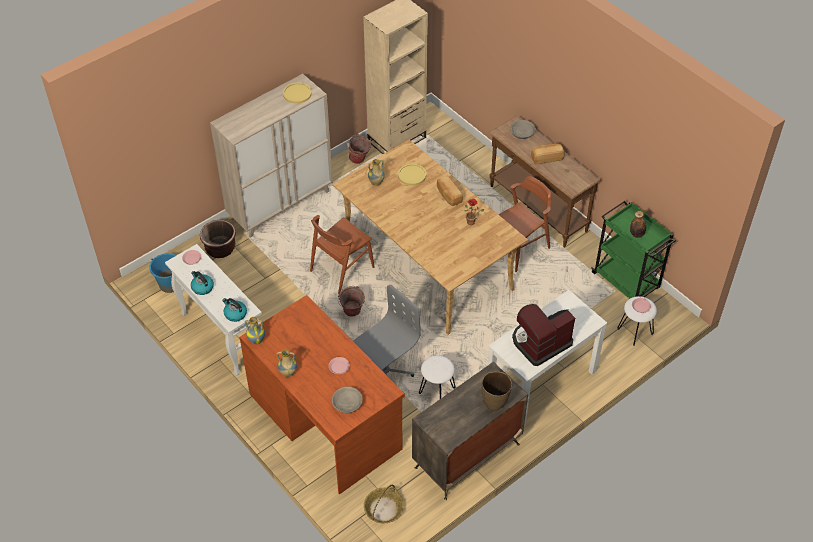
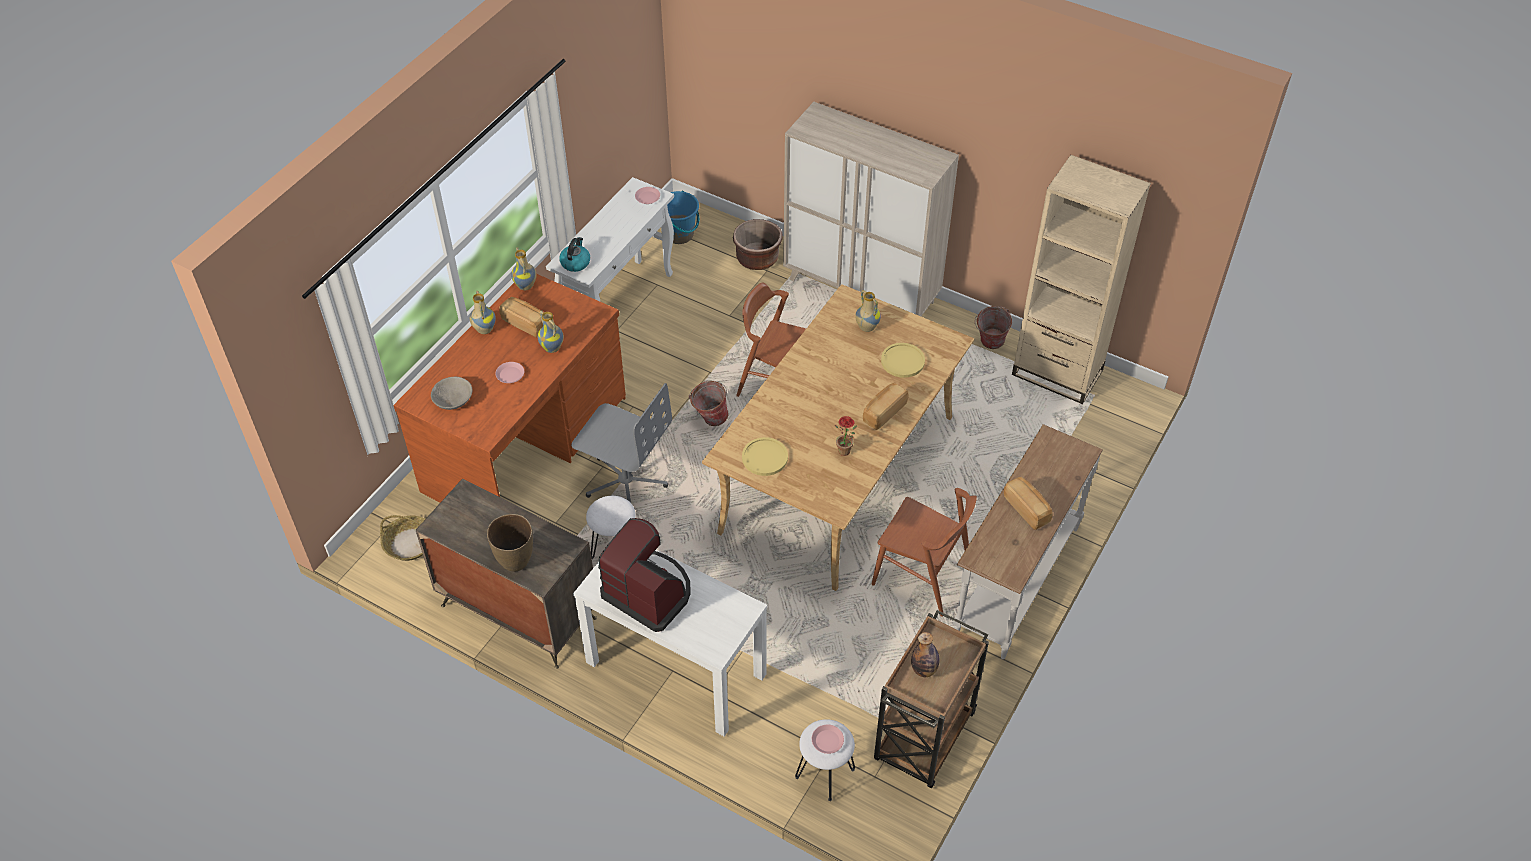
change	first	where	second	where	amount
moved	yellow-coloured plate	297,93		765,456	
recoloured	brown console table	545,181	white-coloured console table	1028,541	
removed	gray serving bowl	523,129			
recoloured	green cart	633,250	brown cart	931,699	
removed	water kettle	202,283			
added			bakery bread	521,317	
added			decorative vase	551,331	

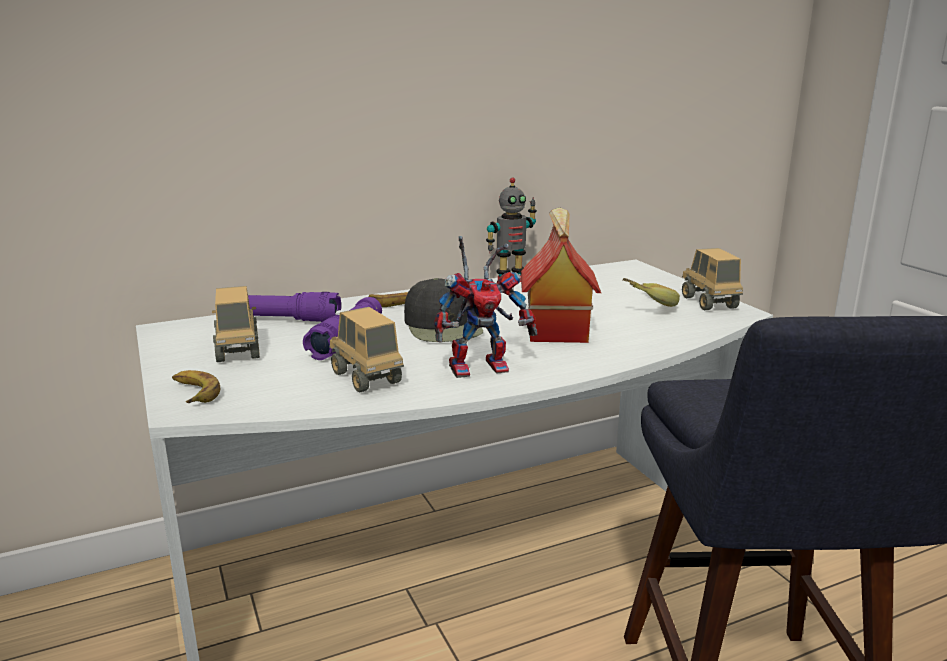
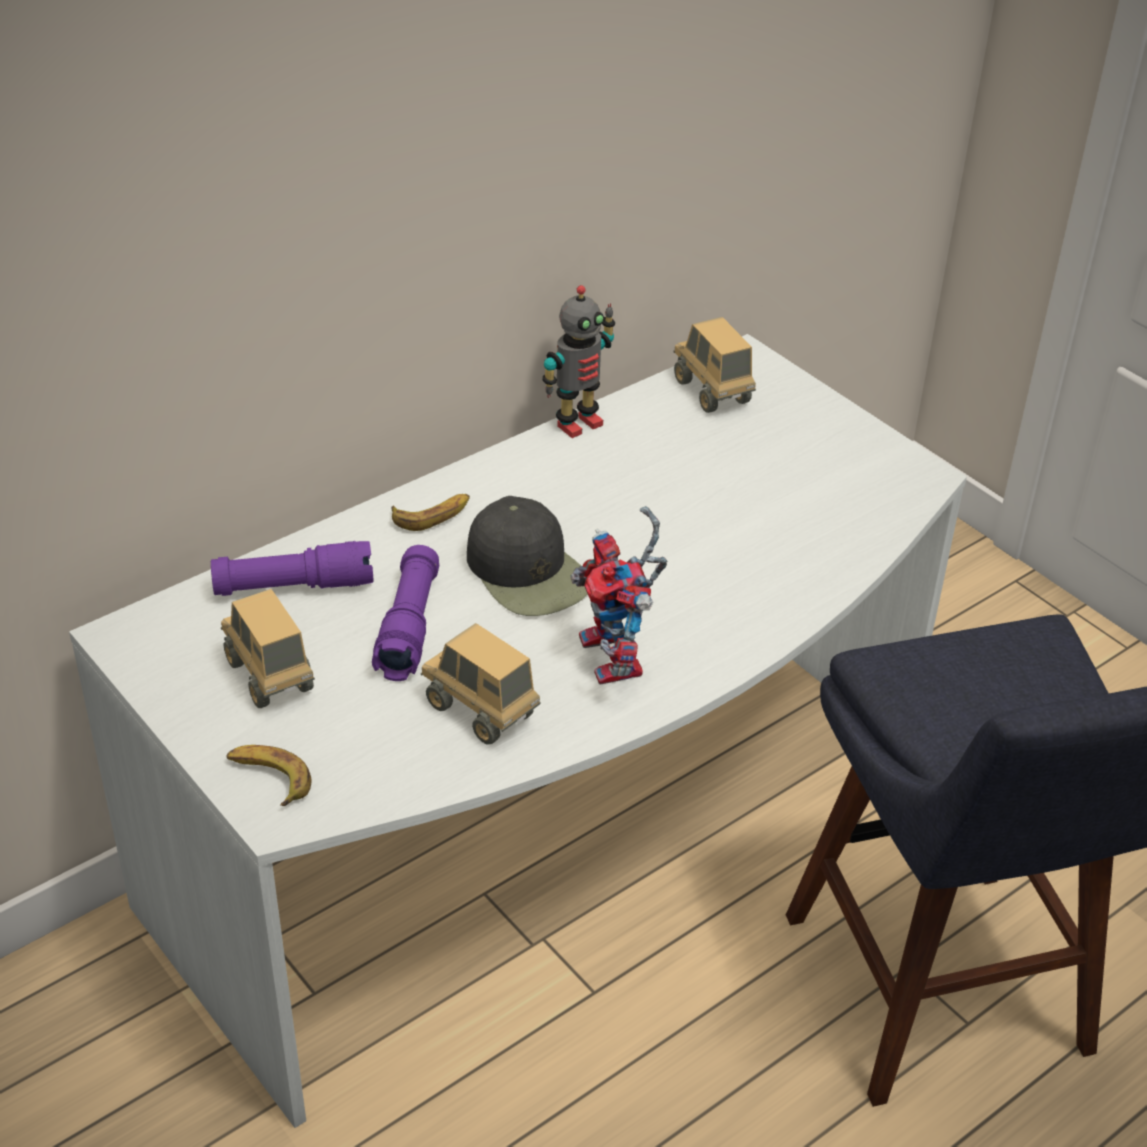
change	first	where	second	where	amount
removed	toy house	561,275			
turned	toy robot	485,307		618,595	105 degrees clockwise
moved	toy lorry	712,279		714,365	
removed	banana	651,292			

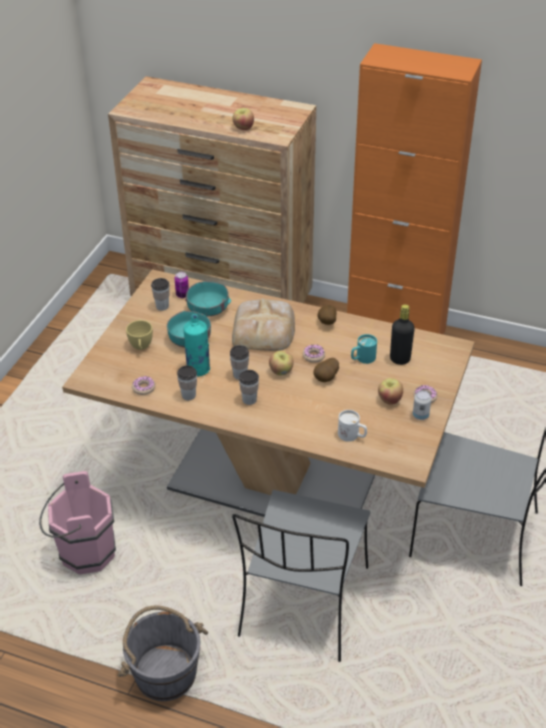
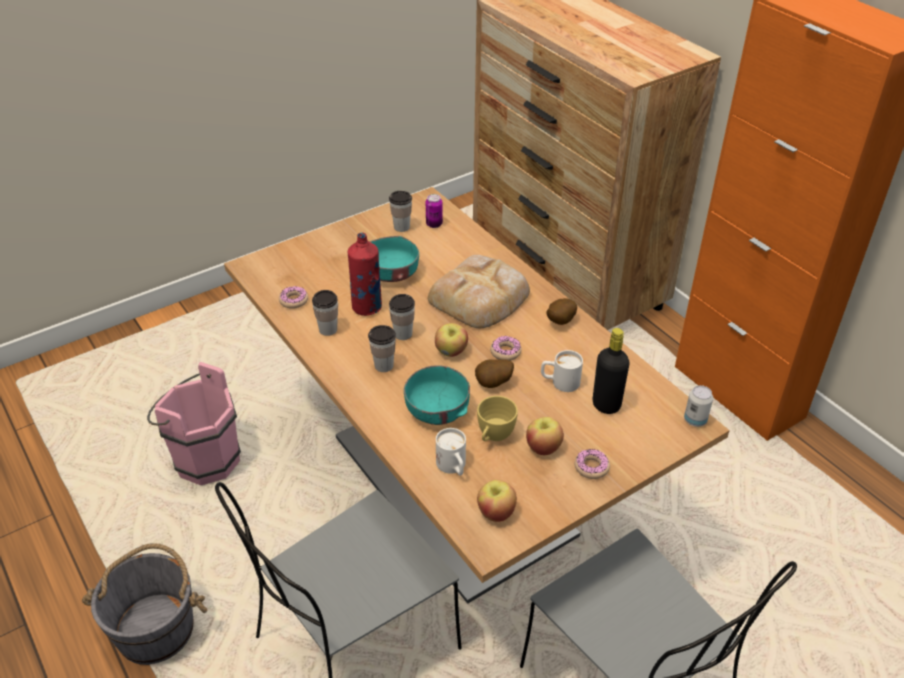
change	first	where	second	where	amount
moved	apple	243,119		497,501	
moved	turquoise-coloured serving bowl	208,298		437,395	
recoloured	turquoise-coloured drink bottle	196,345	red-coloured drink bottle	365,274	
moved	yellow-coloured cup	139,335		497,418	
recoloured	turquoise-coloured coffee mug	364,349	white-coloured coffee mug	562,371	
moved	can	422,405		698,406	

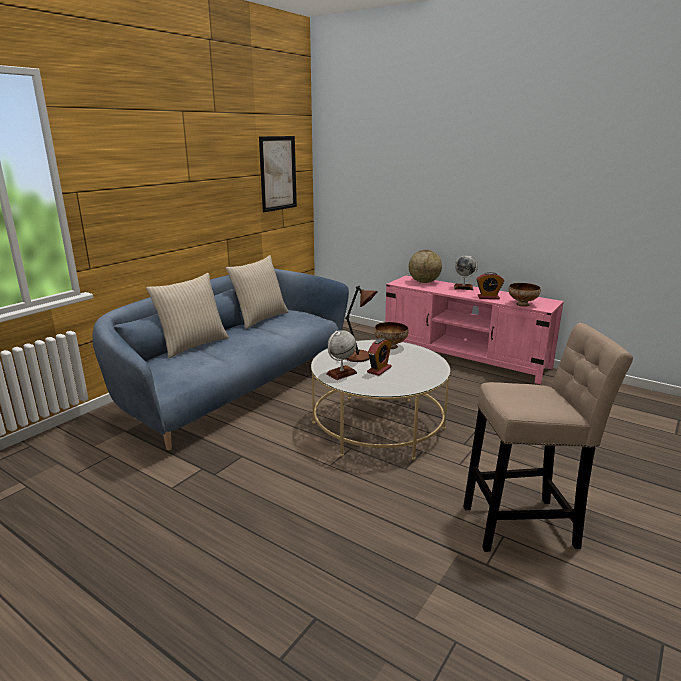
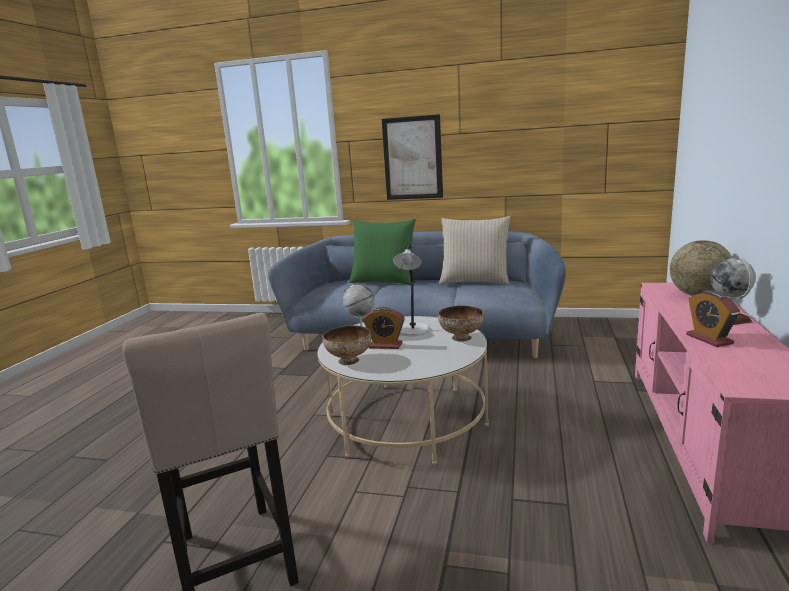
change	first	where	second	where	amount
moved	wall picture	278,174		412,157	
recoloured	beige-coloured pillow	187,315	green pillow	382,252	
moved	serving bowl	525,295		347,345	
recoloured	brown lamp for a table	361,324	gray lamp for a table	411,290	

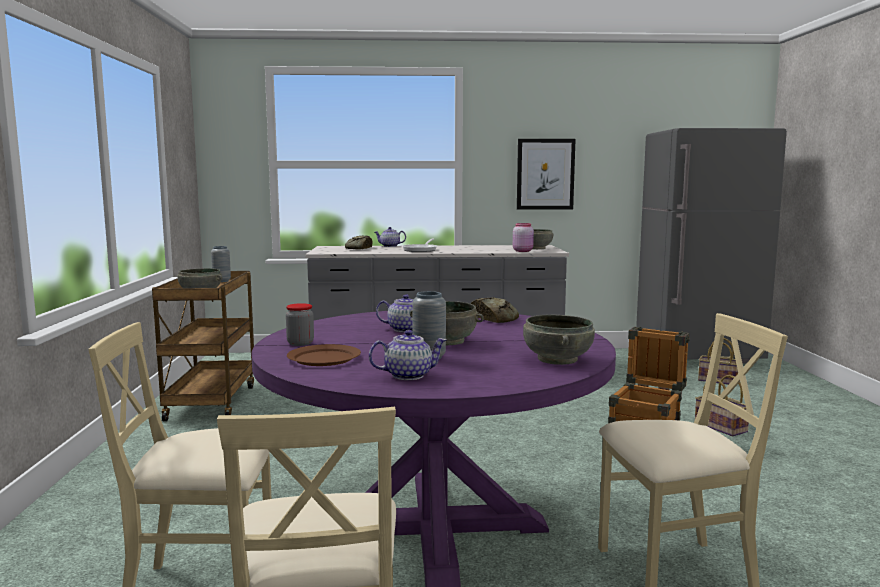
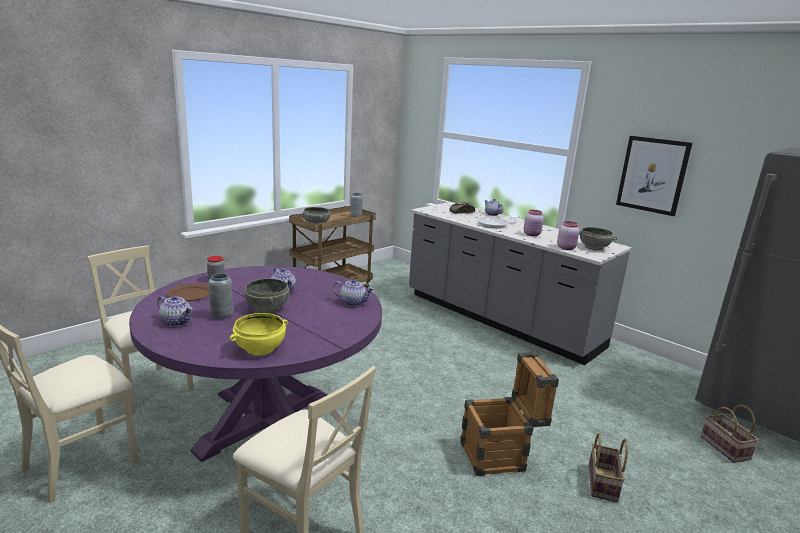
change	first	where	second	where	amount
replaced	bakery bread	494,310	tea pot	353,292	
recoloured	gray serving bowl	559,339	yellow-coloured serving bowl	259,334	
added			pink storage jar	533,223	

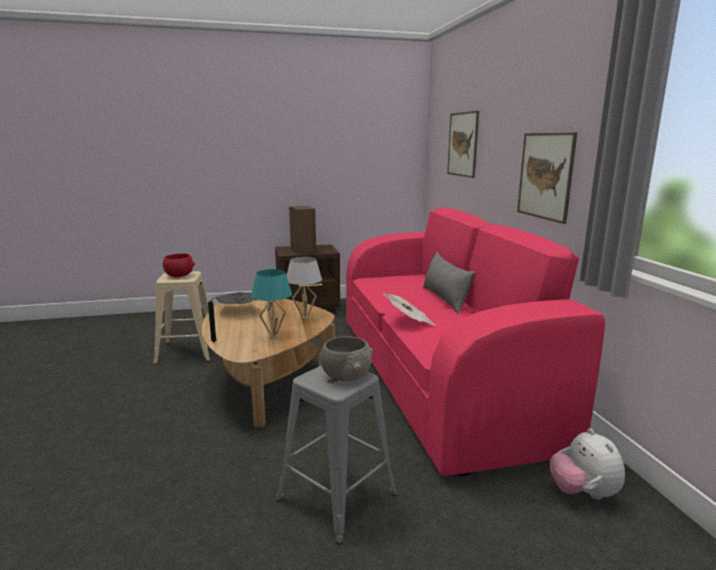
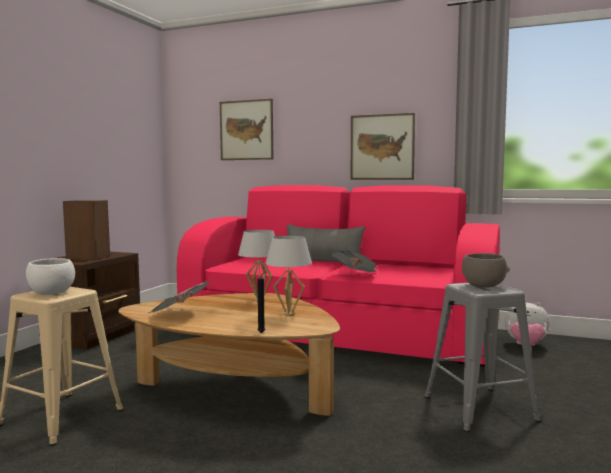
change	first	where	second	where	amount
recoloured	red-coloured serving bowl	179,265	white-coloured serving bowl	50,276	
recoloured	turquoise-coloured lamp for a table	271,303	white-coloured lamp for a table	288,275	

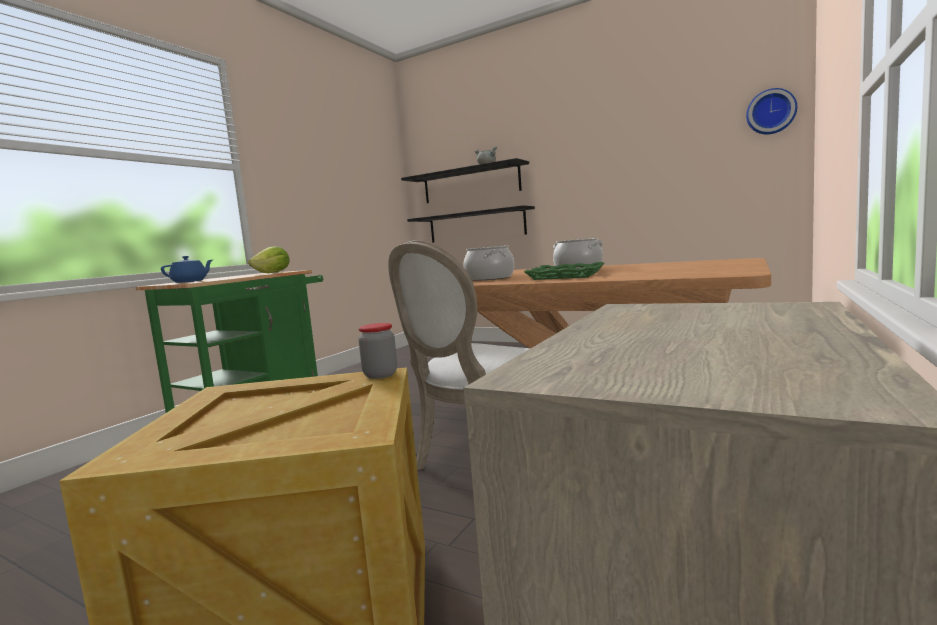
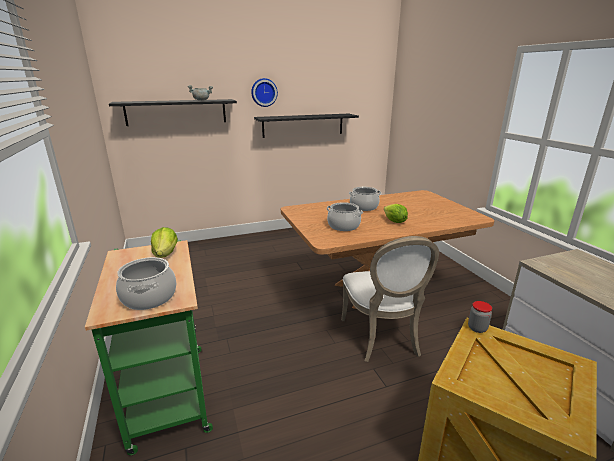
change	first	where	second	where	amount
moved	wall clock	771,111		264,92	
moved	black-coloured shelf	471,224		306,126	
replaced	bluish tea pot	187,269	cooking pot	146,283	
replaced	green carrying tray	564,271	lettuce	396,213	

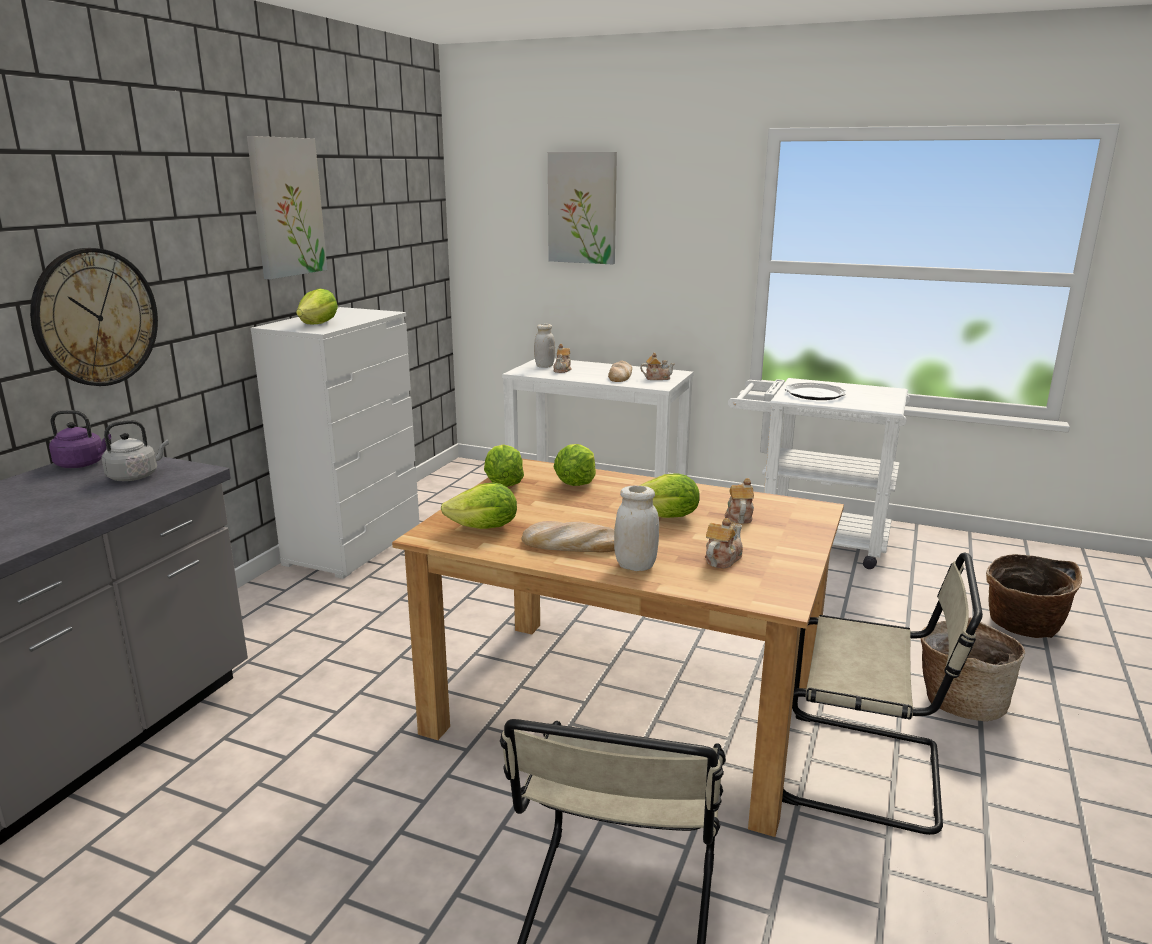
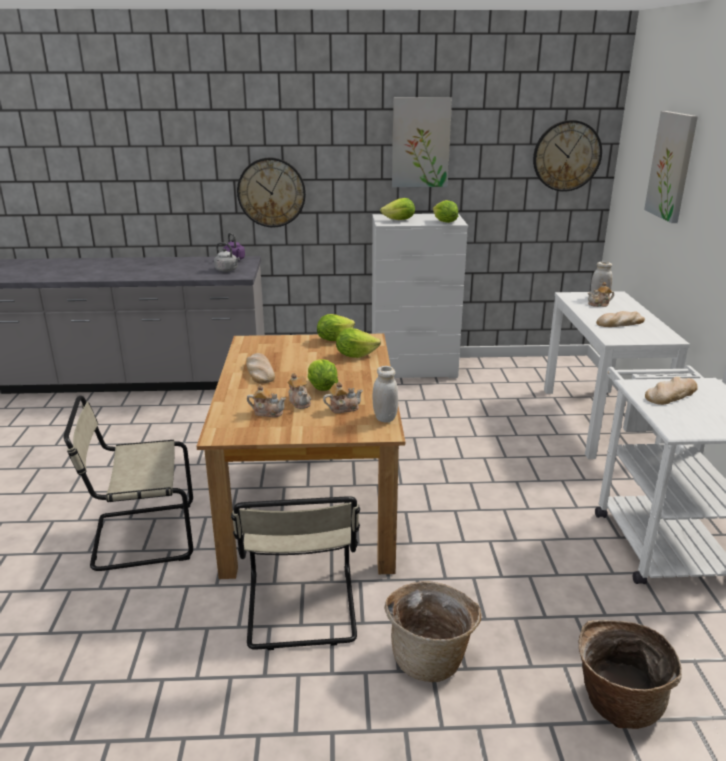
change	first	where	second	where	amount
moved	tea pot	657,366		299,391	
replaced	plate	815,391	bakery bread	671,391	
moved	lettuce	479,506		445,211	
moved	white-coloured storage jar	636,528		385,394	
added			wall clock	567,156	

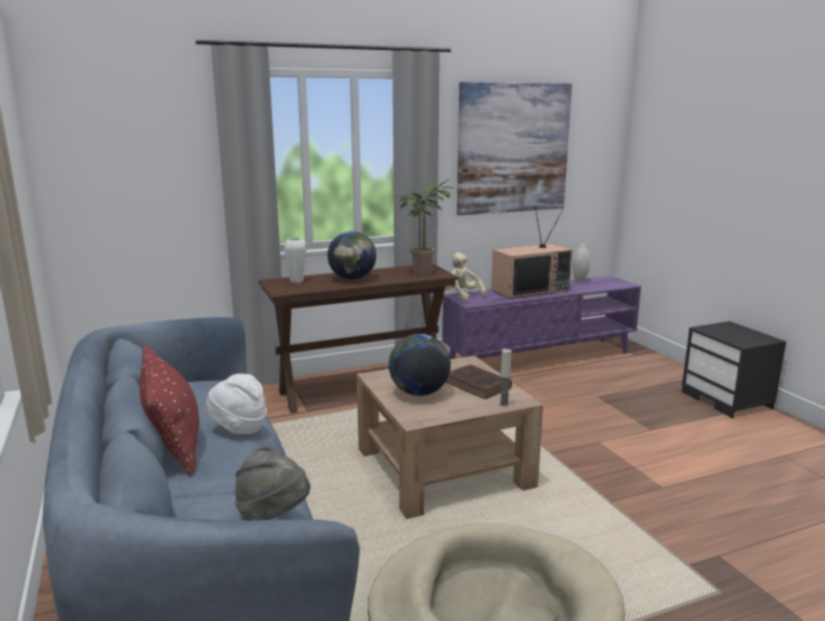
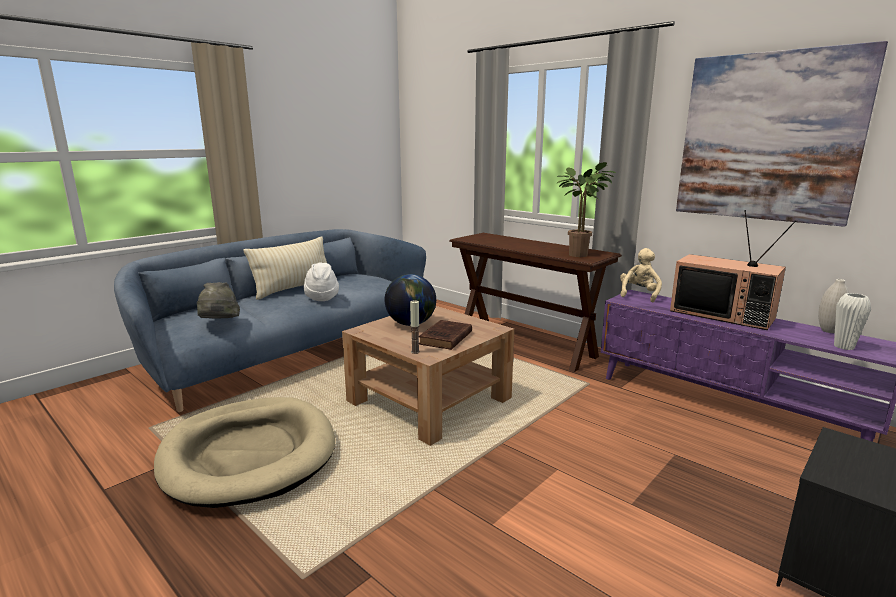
change	first	where	second	where	amount
removed	world globe	351,255			
moved	white-coloured decorative vase	295,260		852,321	
recoloured	red-coloured pillow	169,410	beige-coloured pillow	285,268	

